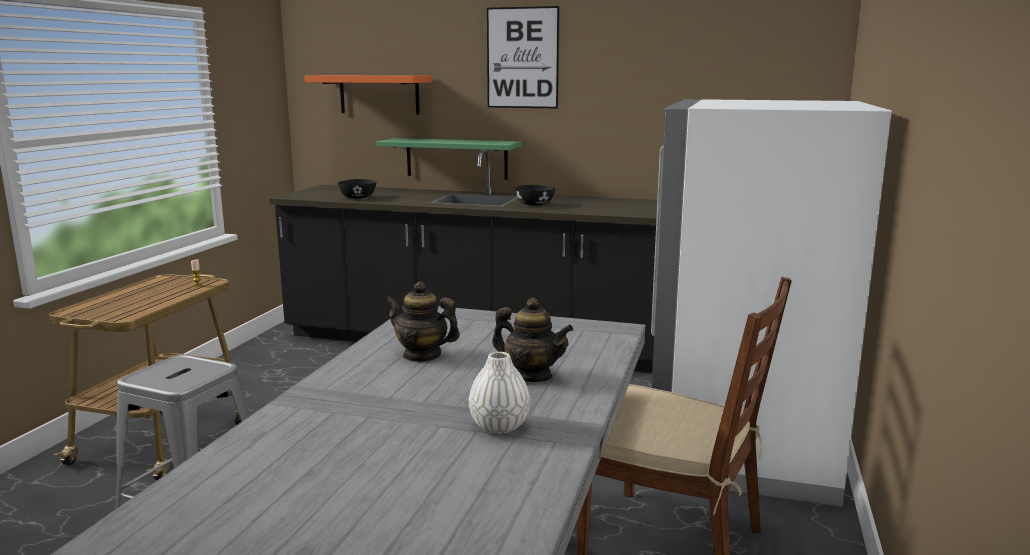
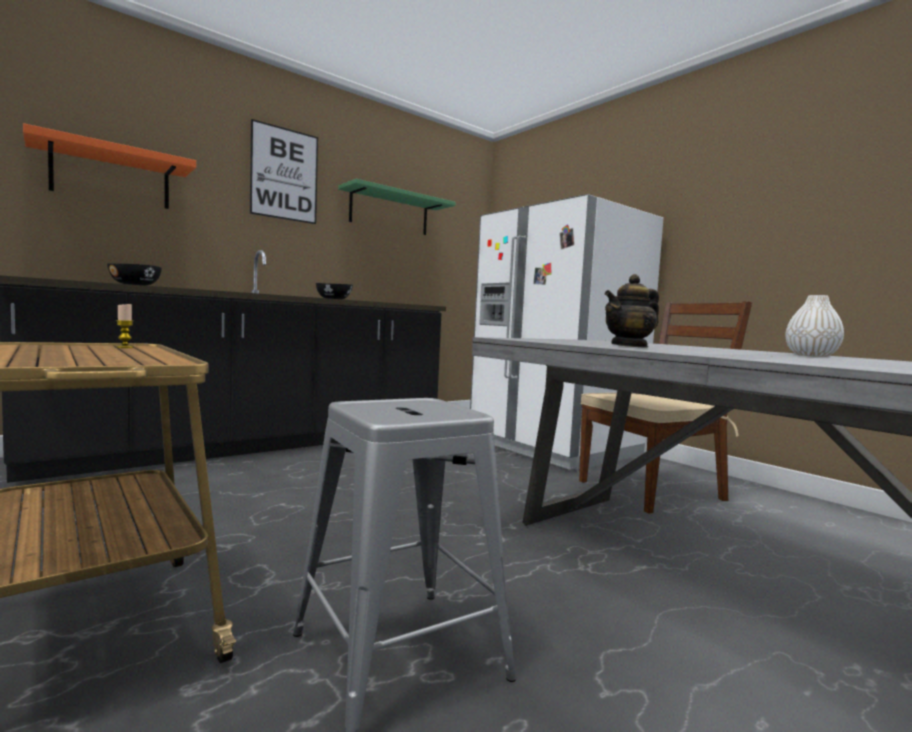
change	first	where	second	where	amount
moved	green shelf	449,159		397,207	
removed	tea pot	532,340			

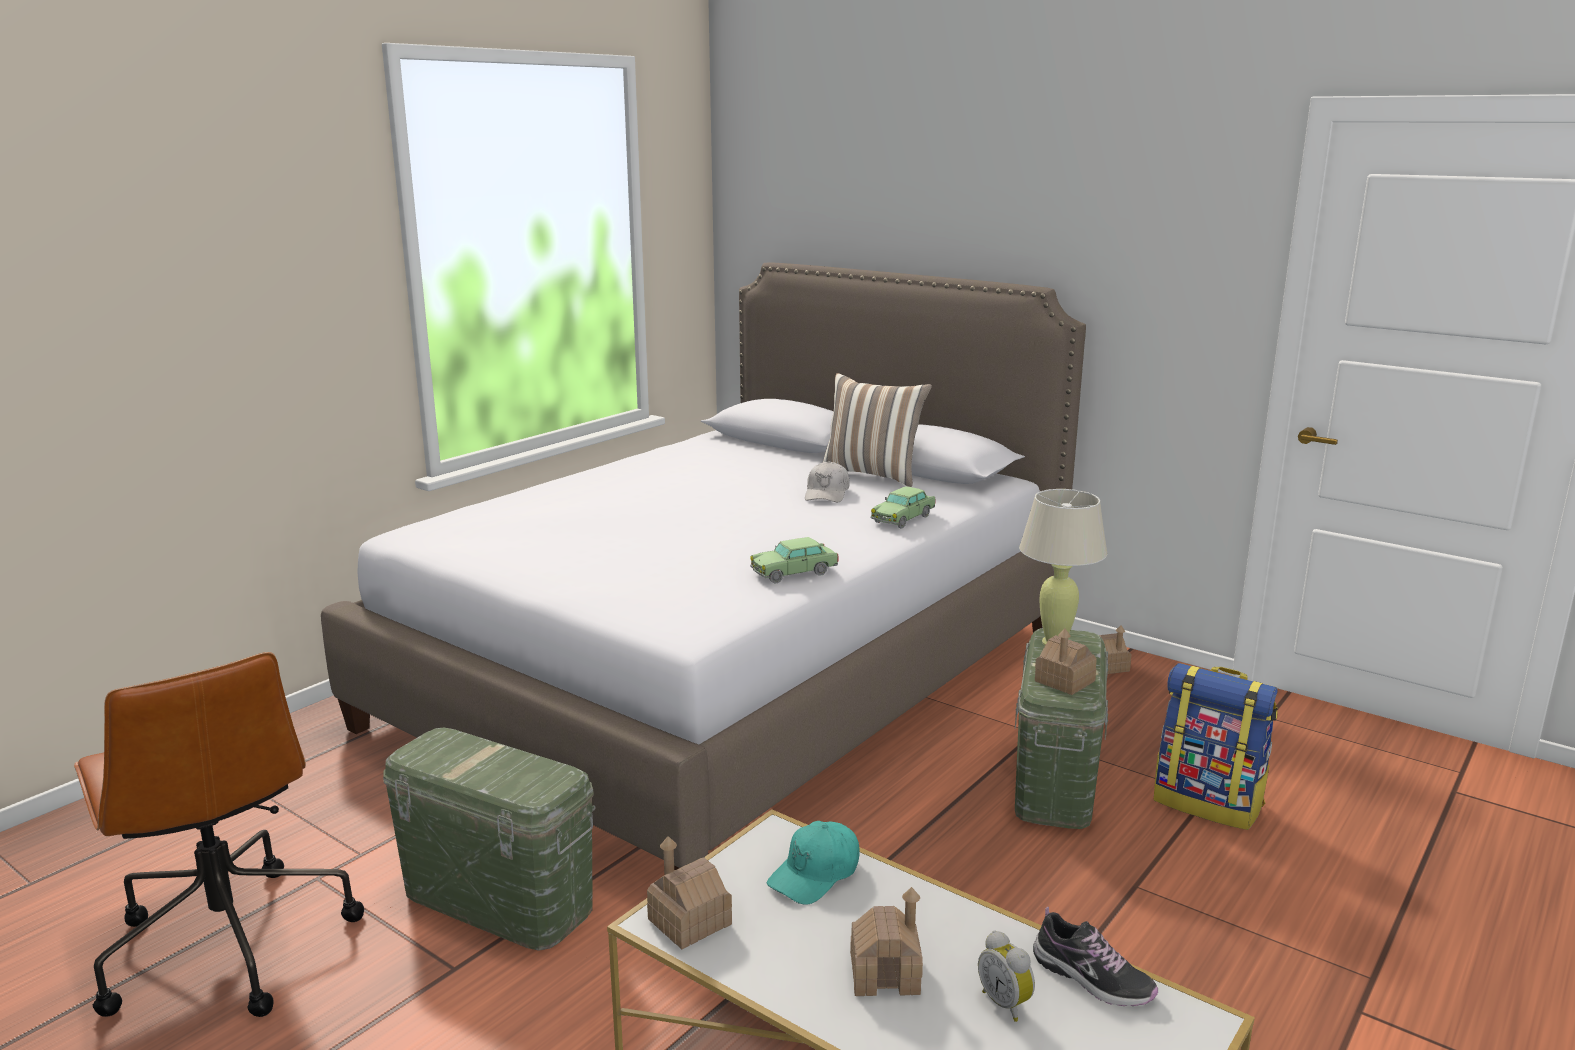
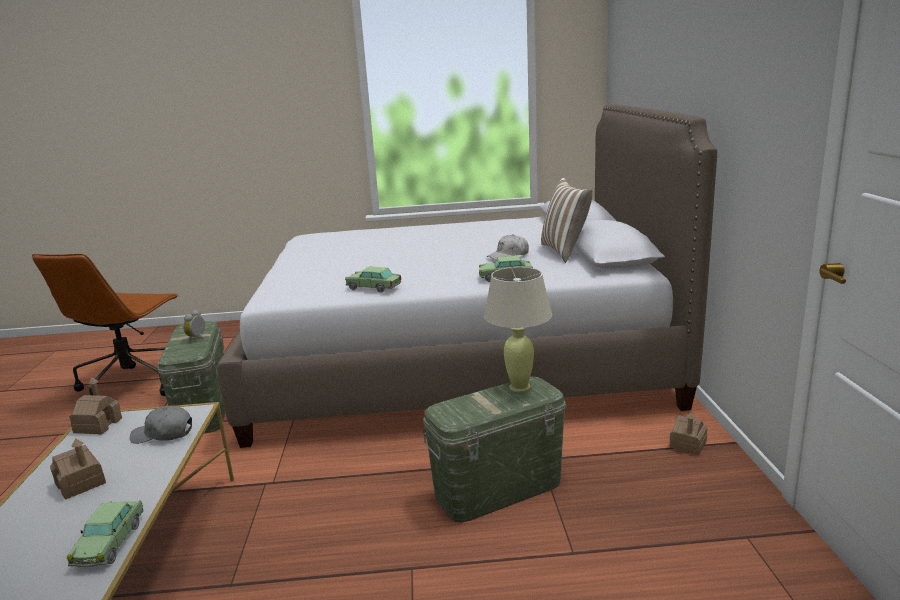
change	first	where	second	where	amount
removed	toy house	1066,661			
removed	backpack	1216,746			
recoloured	turquoise-coloured cap	813,863	gray cap	161,425	
replaced	low shoe	1095,956	toy car	105,533	
moved	alarm clock	1006,976		194,326	

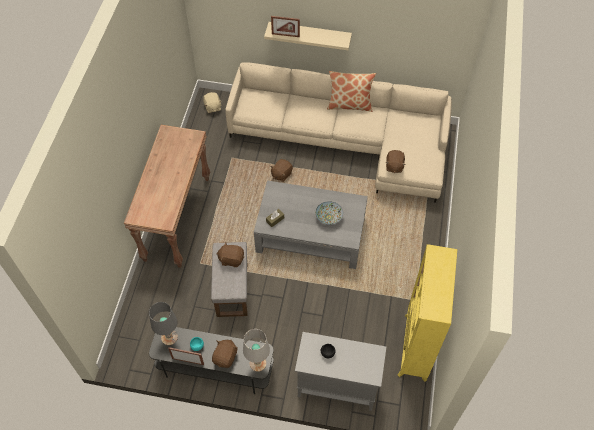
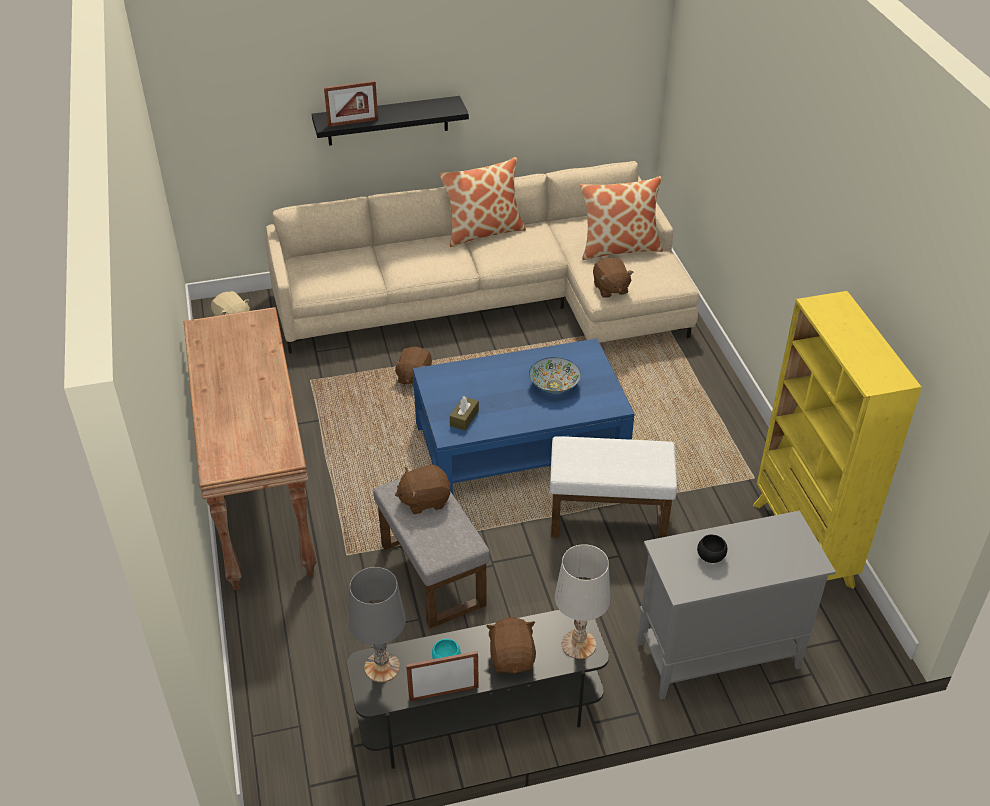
change	first	where	second	where	amount
recoloured	beige-coloured shelf	308,36	black-coloured shelf	390,121	
recoloured	gray lounge table	311,224	bluish lounge table	524,416	
added			pillow	621,218	
added			white-coloured pouffe	613,487	

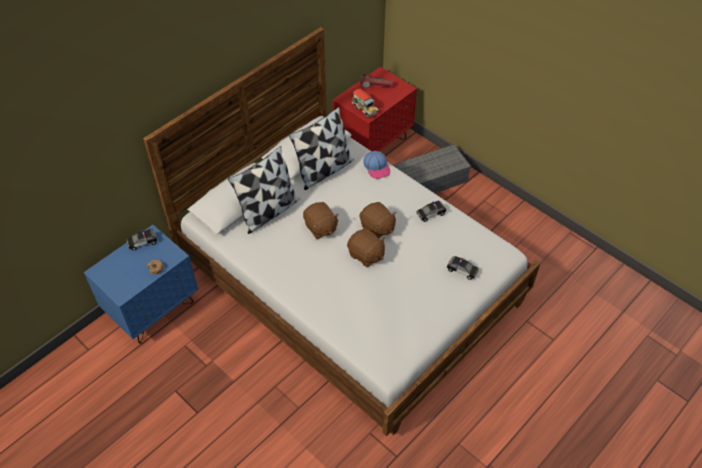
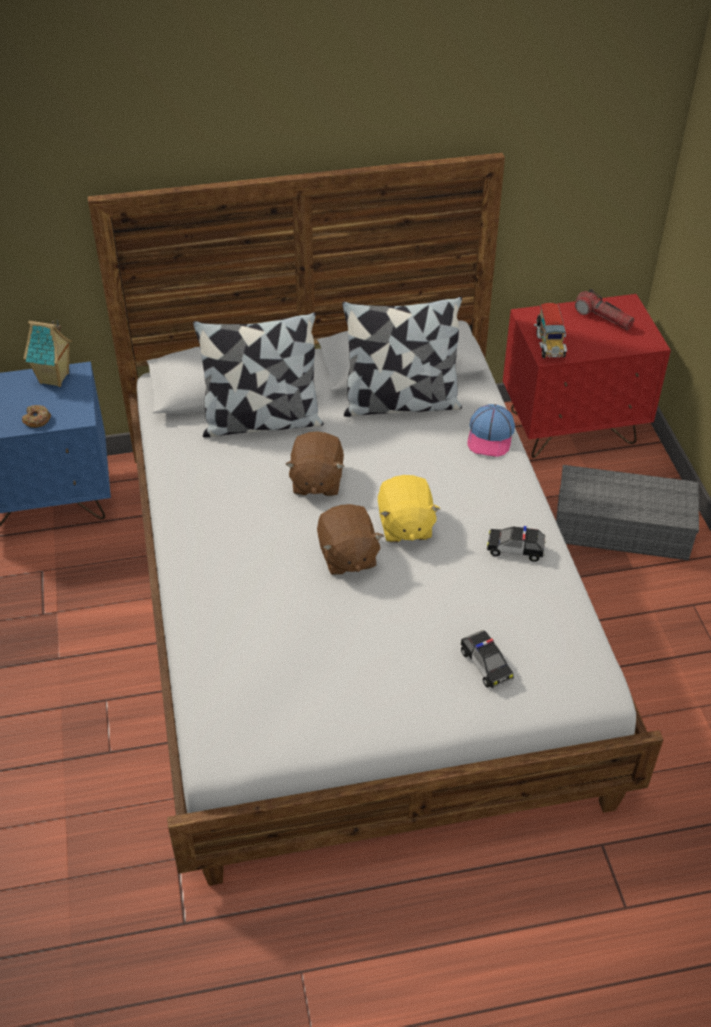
change	first	where	second	where	amount
recoloured	brown cuddly toy	378,220	yellow-coloured cuddly toy	409,509	
replaced	toy car	142,240	toy house	48,353	

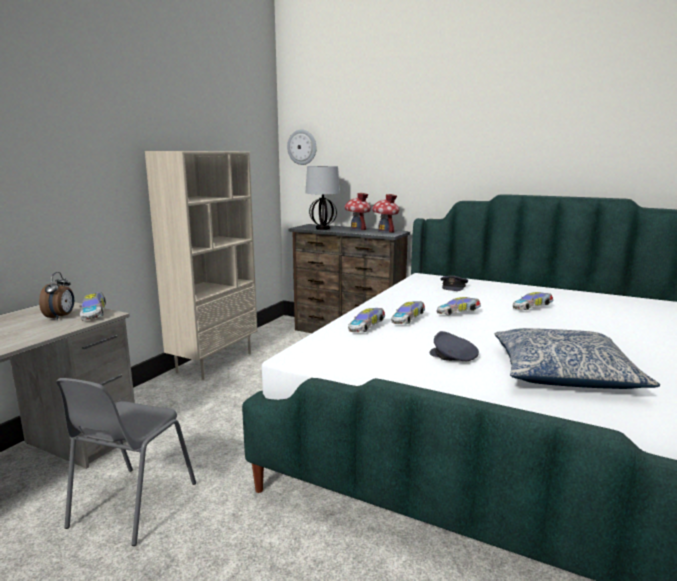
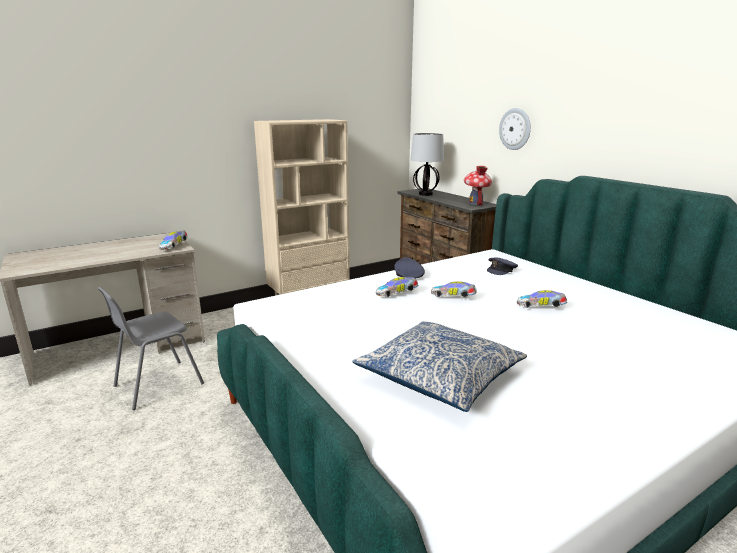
change	first	where	second	where	amount
moved	wall clock	302,147		515,129	
removed	toy house	358,211			
removed	alarm clock	56,296			
removed	toy car	366,320			
moved	gray cap	454,346		409,268	

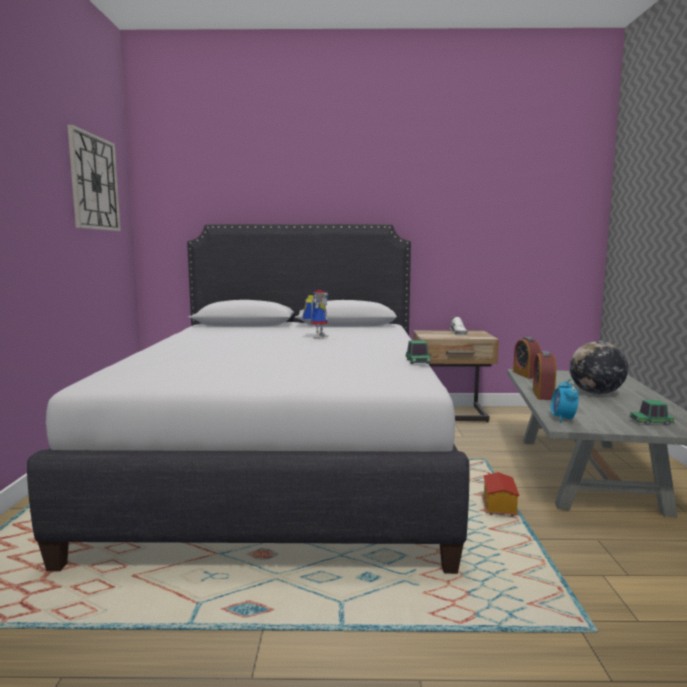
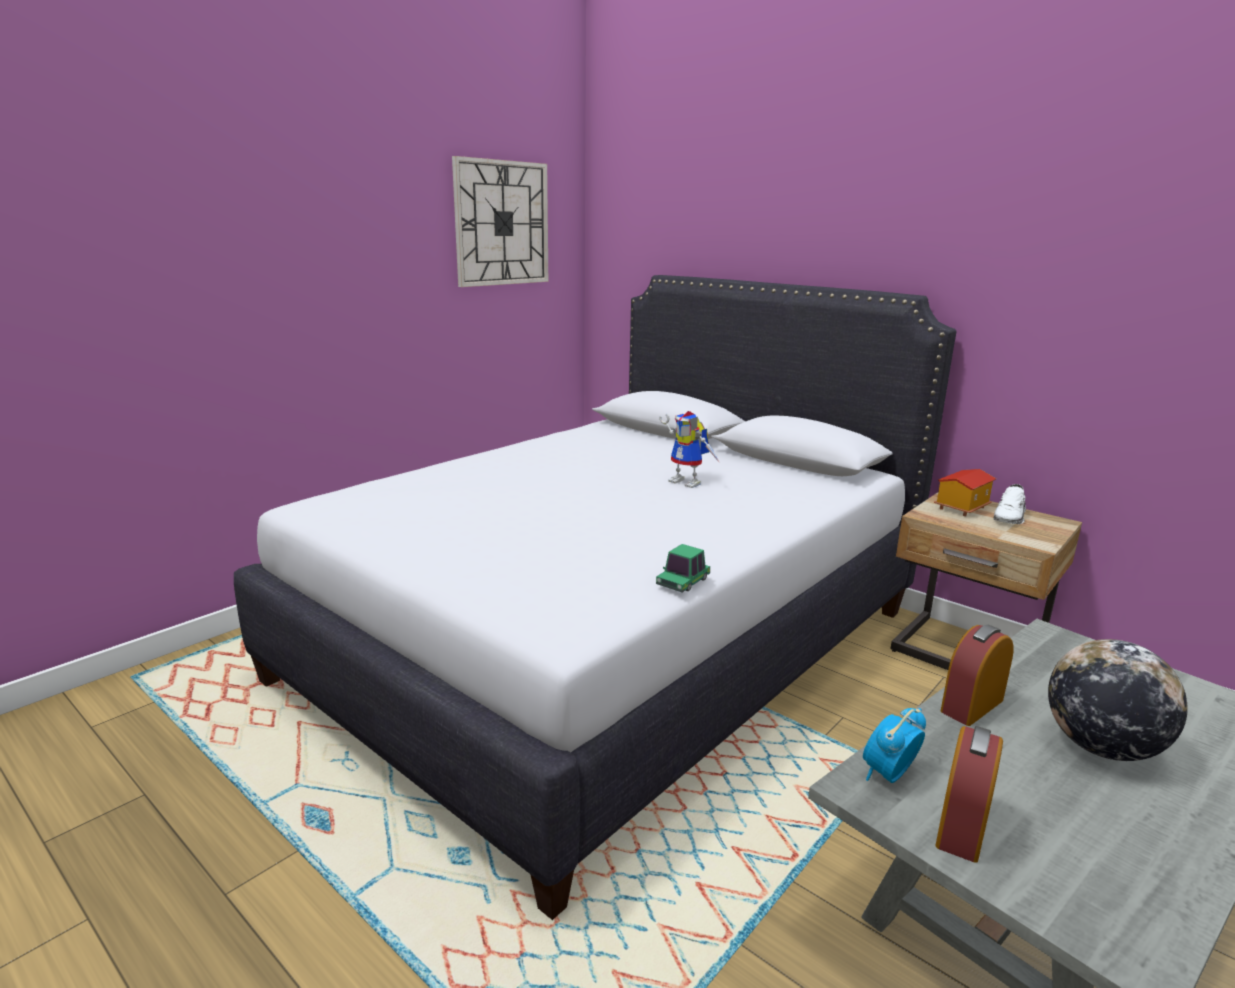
change	first	where	second	where	amount
turned	toy robot	316,314		689,449	75 degrees clockwise
moved	alarm clock	527,358		969,794	
removed	toy car	652,413			
moved	toy house	500,494		965,492	

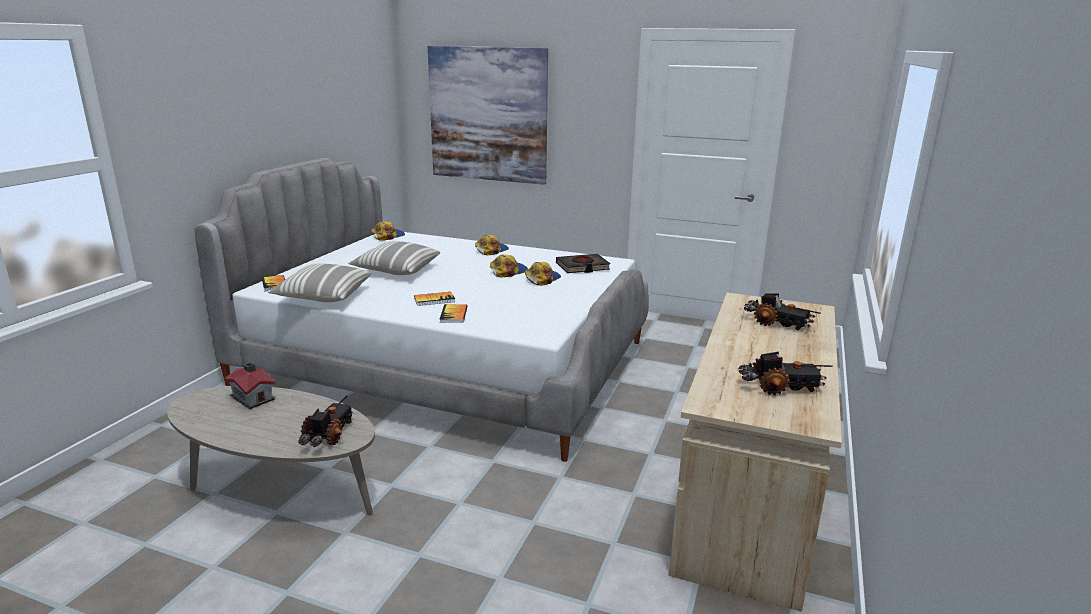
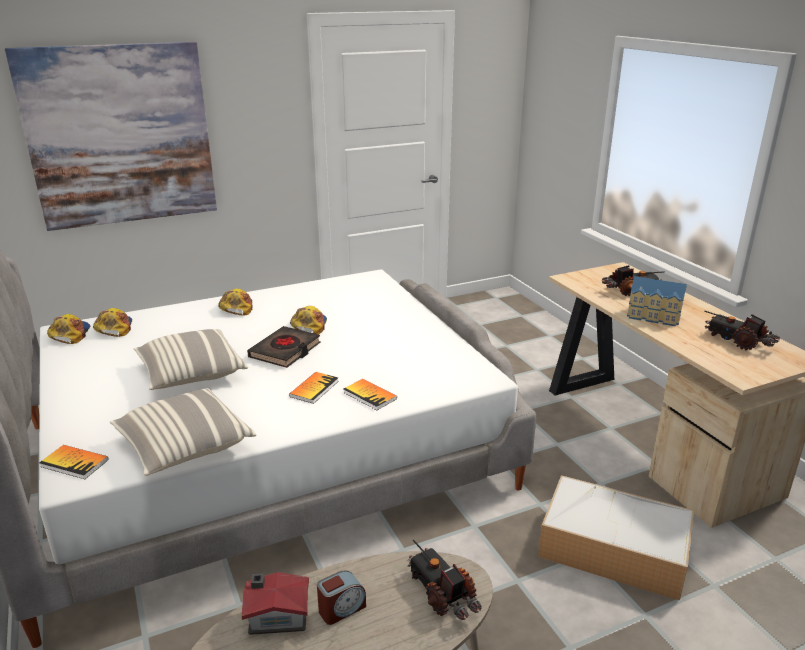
change	first	where	second	where	amount
moved	black-coloured volume	583,263		284,347	
moved	cap	543,274		112,322	
turned	toy lorry	785,373		742,330	90 degrees counterclockwise
added			toy house	657,301	
added			storage bin	616,538	
added			alarm clock	341,597	

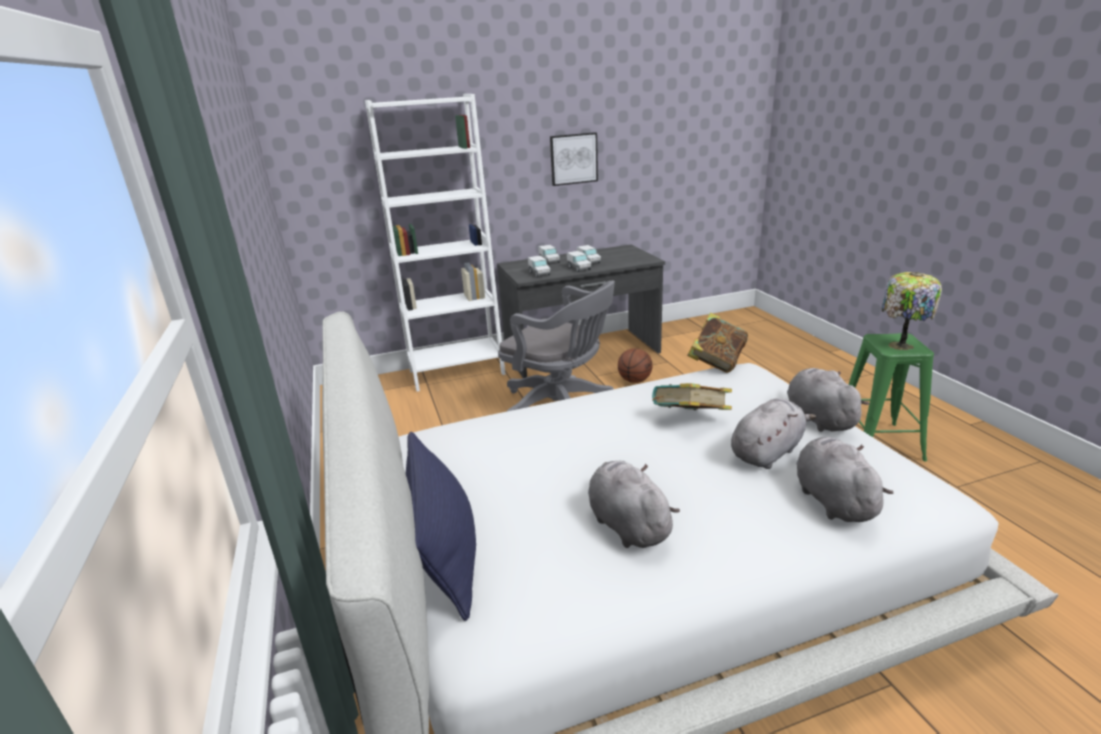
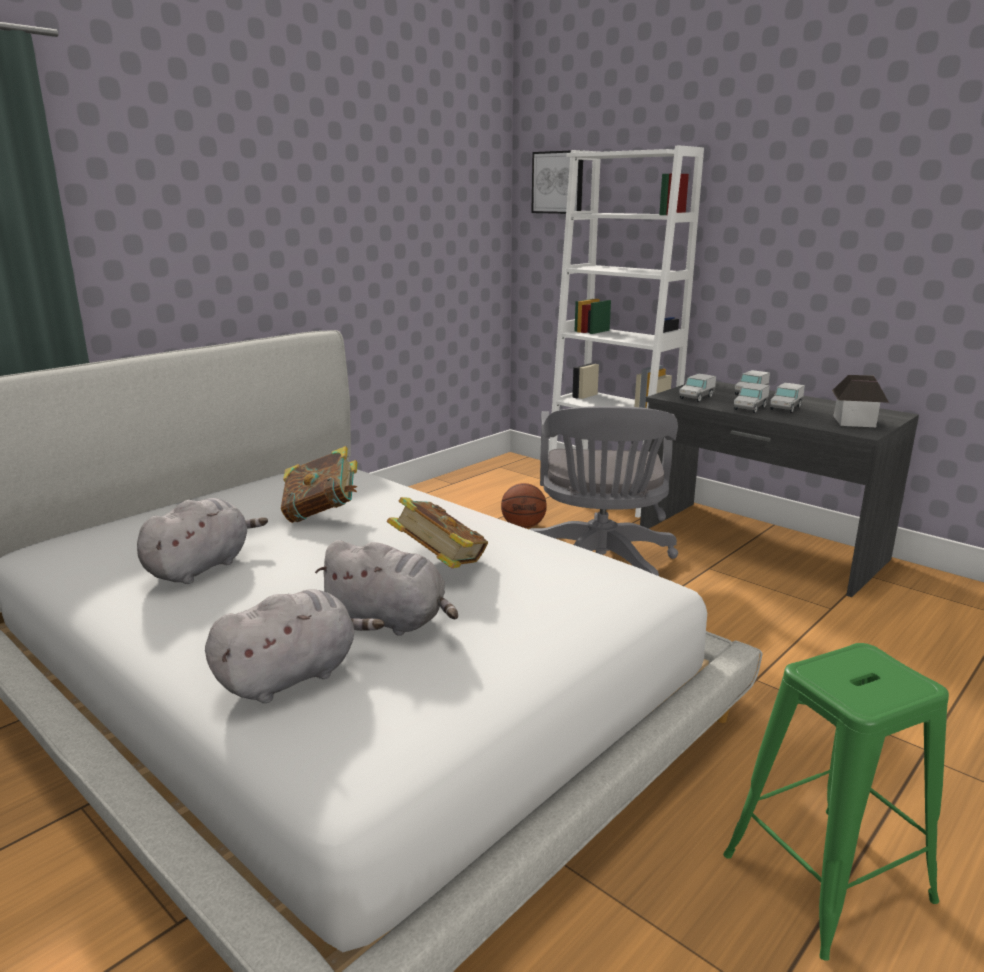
change	first	where	second	where	amount
moved	wall picture	574,159		557,182	
removed	lamp for a table	912,311			
moved	volume	717,342		319,484	
moved	basketball	635,365		524,505	
removed	gray cuddly toy	828,400			
removed	bluish pillow	441,526			
added			toy house	860,401	

